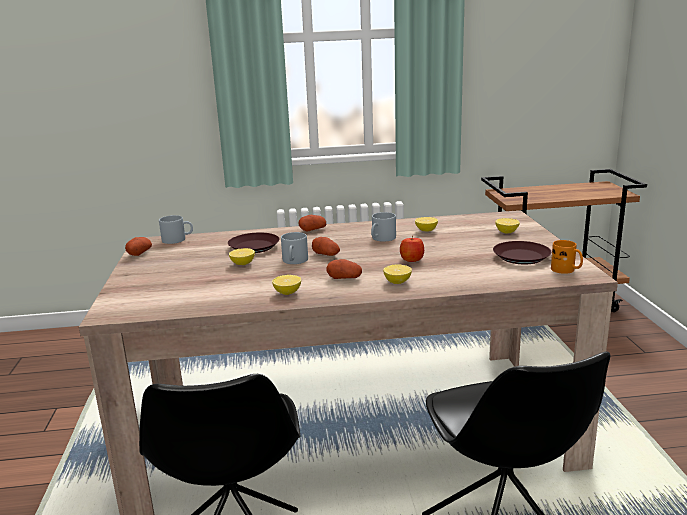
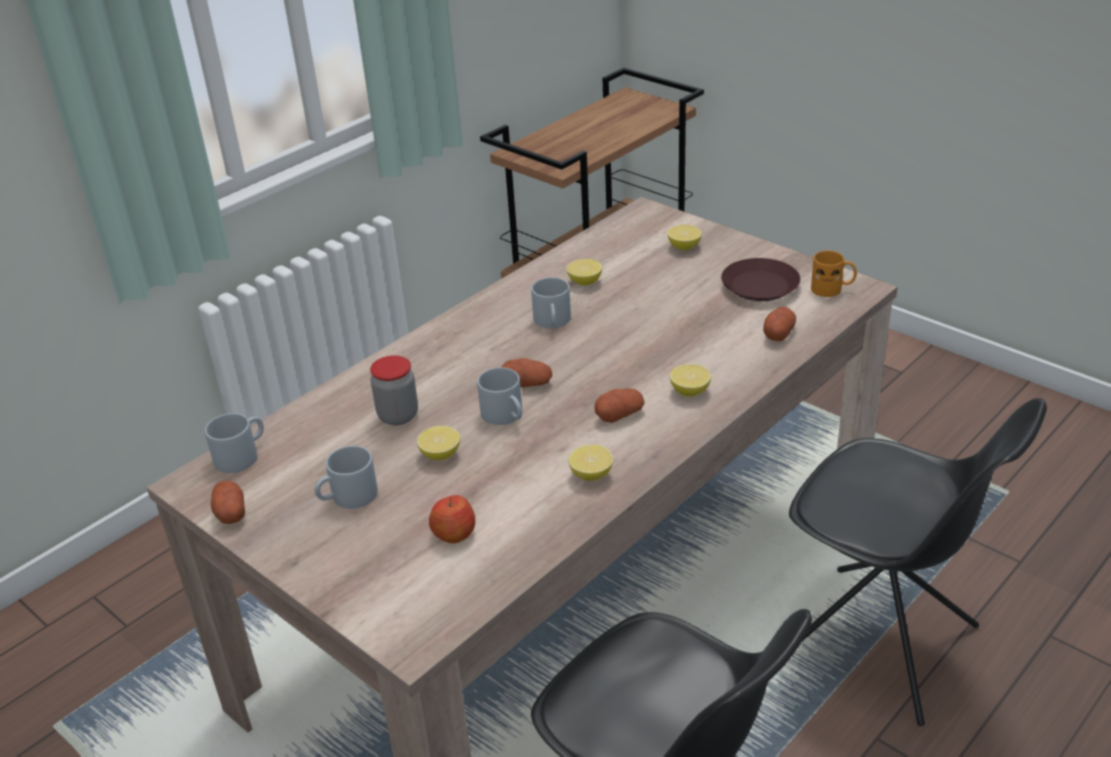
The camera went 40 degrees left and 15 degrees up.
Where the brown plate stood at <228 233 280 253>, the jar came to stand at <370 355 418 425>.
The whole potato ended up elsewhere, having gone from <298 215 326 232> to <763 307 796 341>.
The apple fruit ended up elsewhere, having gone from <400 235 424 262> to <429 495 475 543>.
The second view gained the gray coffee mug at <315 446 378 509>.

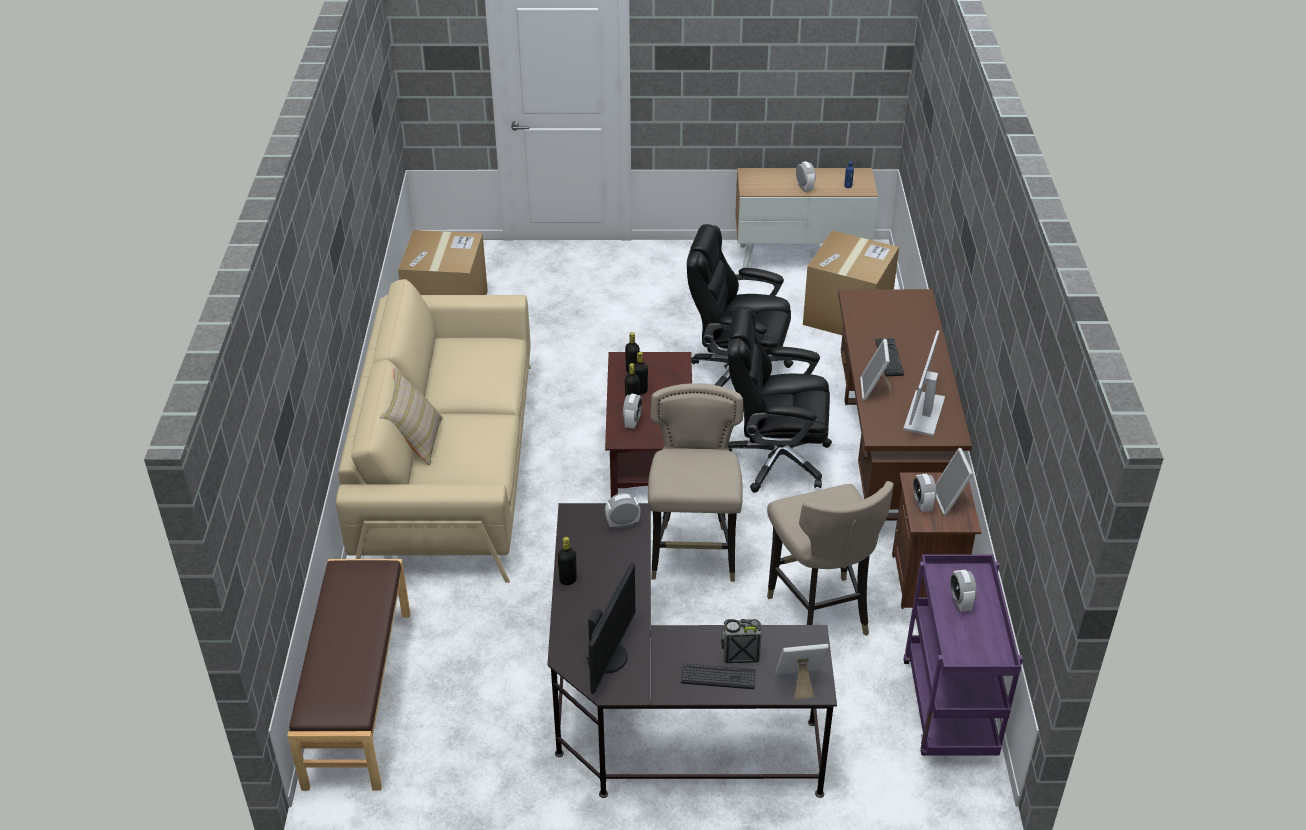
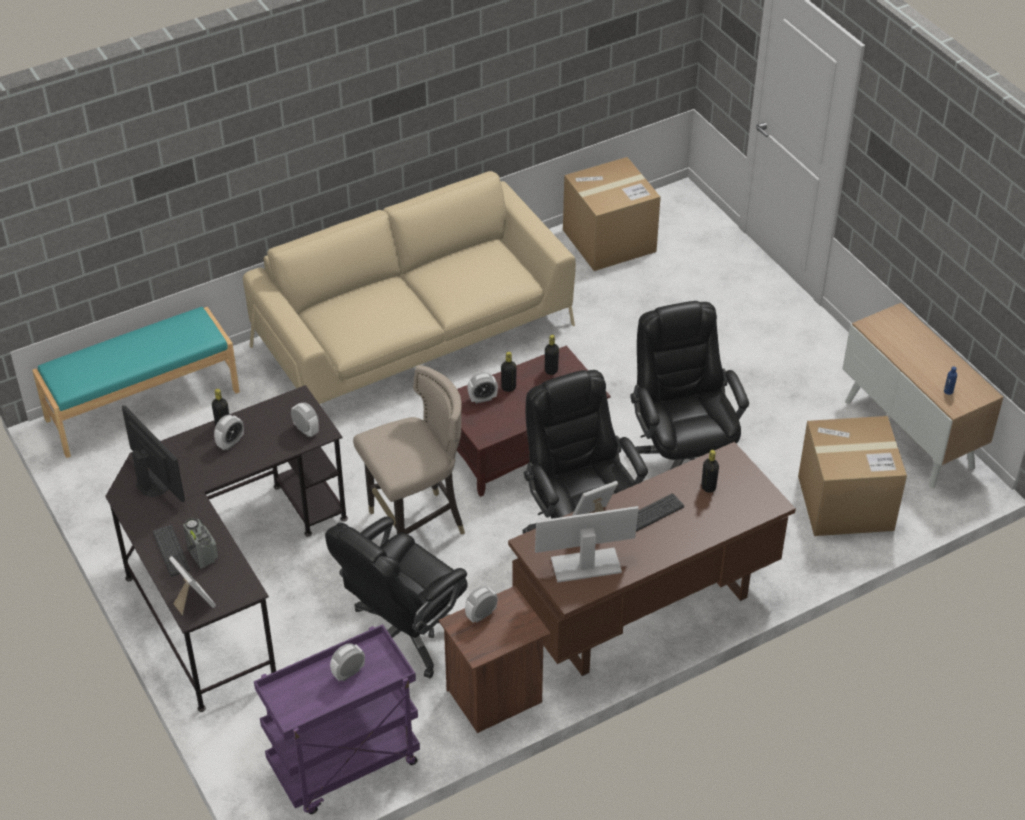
The camera went 60 degrees right and 5 degrees up.
What was the brown indoor bench at <287 559 410 791> turned into the turquoise indoor bench at <32 307 240 458>.
The second view lost the beige throw pillow at <380 368 443 465>.
The monitor at <587 563 635 694> ended up facing another way, 120 degrees counterclockwise from before.
The black-coloured beverage bottle ended up elsewhere, having gone from <634 352 648 395> to <701 450 719 493>.
Where the beige stool seat stood at <767 481 894 636>, the black-coloured desk chair came to stand at <325 516 468 678>.
The table clock ended up elsewhere, having gone from <796 161 816 192> to <214 415 244 450>.
The second view lost the standing frame at <936 448 973 516>.

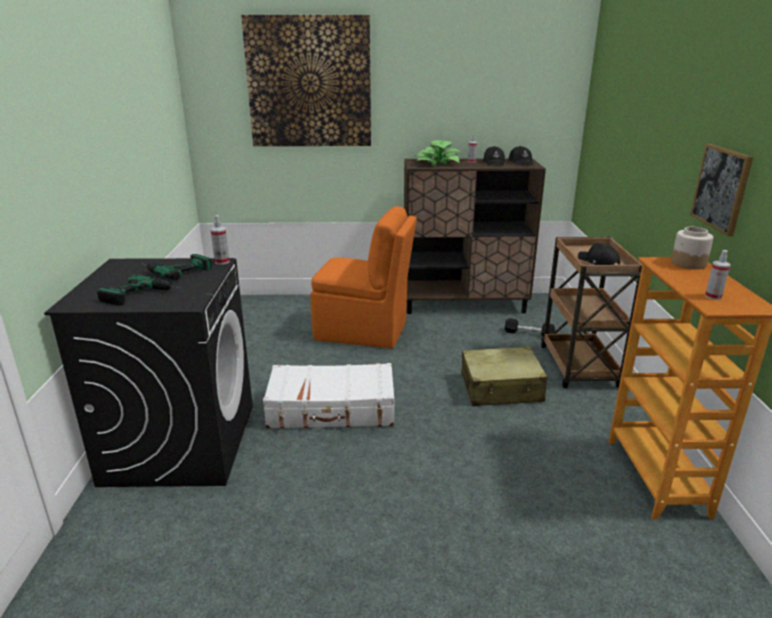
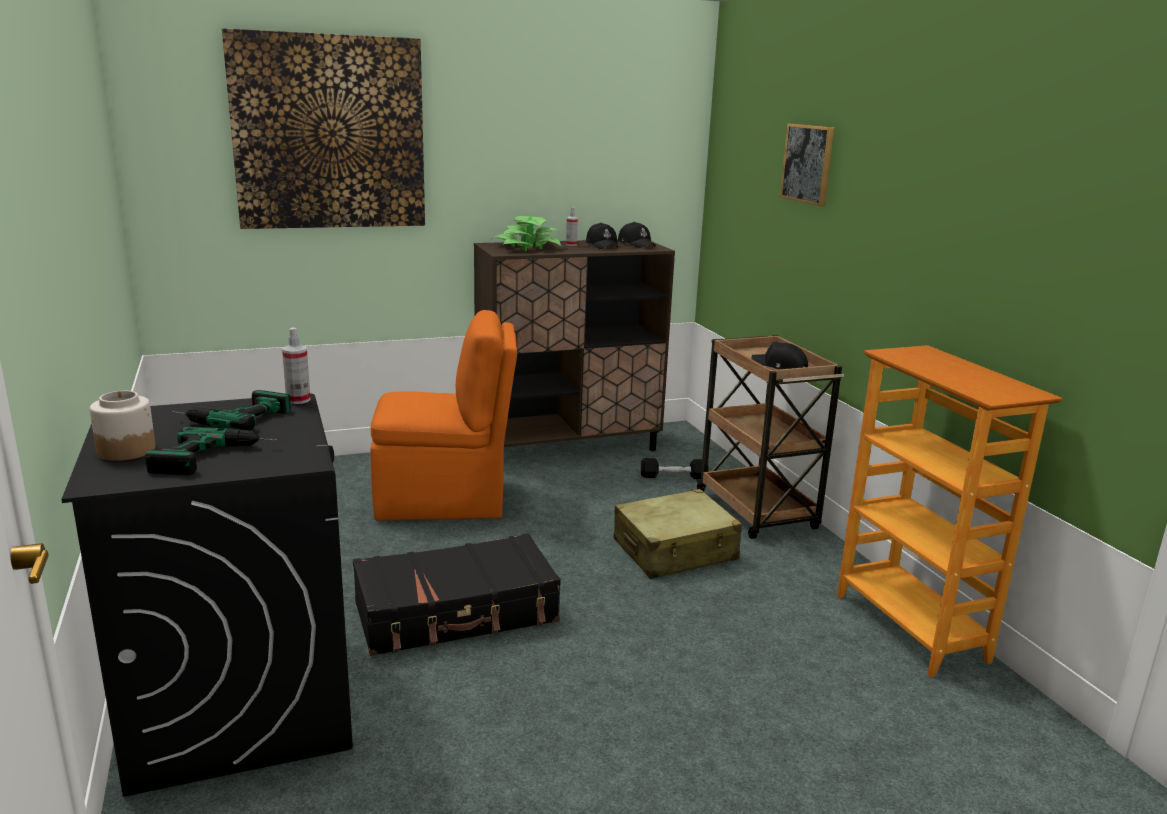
The camera went 20 degrees left and 5 degrees down.
What was the white travel case at <263 363 394 429> turned into the black-coloured travel case at <353 533 561 656>.
The jar ended up elsewhere, having gone from <671 227 714 269> to <90 391 156 461>.
The picture ended up elsewhere, having gone from <690 144 753 236> to <780 124 834 206>.
The second view lost the sprayer at <705 250 731 300>.

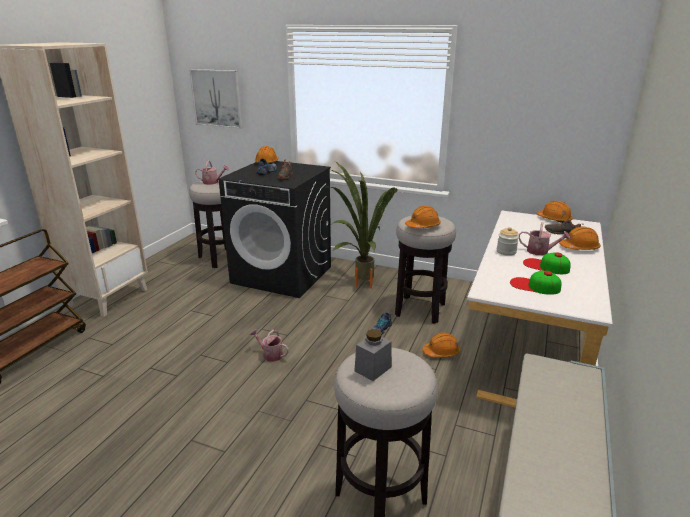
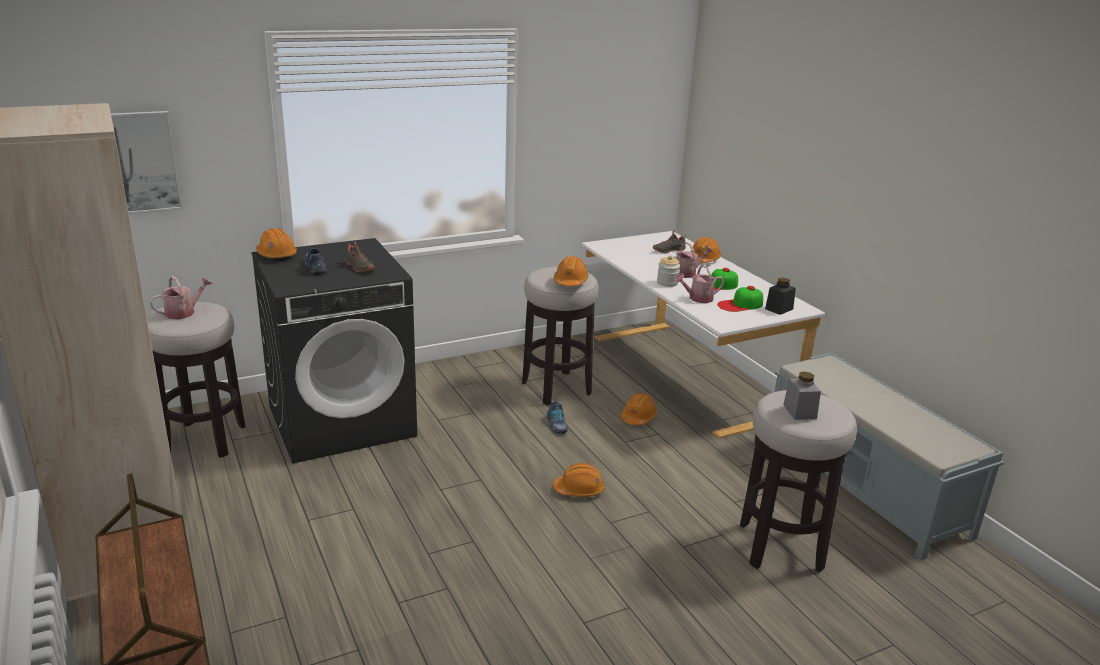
The camera went 50 degrees left and 0 degrees up.
The sprinkling can ended up elsewhere, having gone from <249 329 289 362> to <674 265 724 303>.
The second view lost the plant in a pot at <329 161 398 288>.
The orange safety helmet ended up elsewhere, having gone from <537 201 573 223> to <553 463 605 497>.
The second view gained the black-coloured jar at <765 278 796 315>.

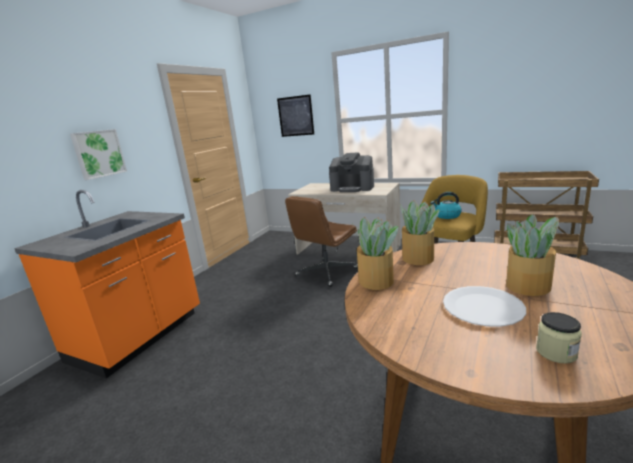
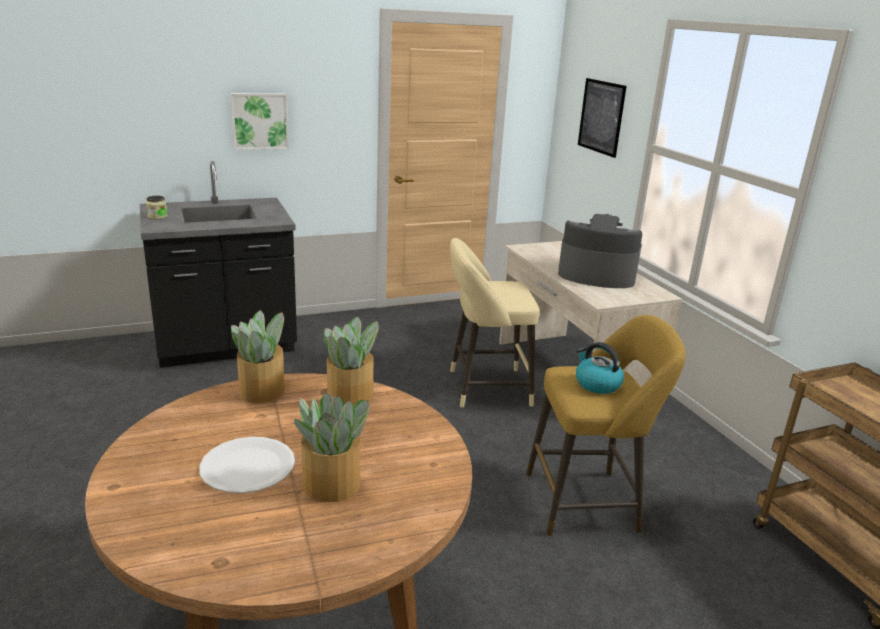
The camera went 40 degrees right and 5 degrees up.
What was the orange counter at <14 190 200 379> turned into the black-coloured counter at <140 161 297 368>.
Where the brown desk chair stood at <285 196 358 287>, the beige stool seat came to stand at <450 238 539 408>.
The coffee machine at <329 152 374 192> ended up facing another way, 135 degrees clockwise from before.
The jar ended up elsewhere, having gone from <536 312 582 364> to <146 196 168 220>.

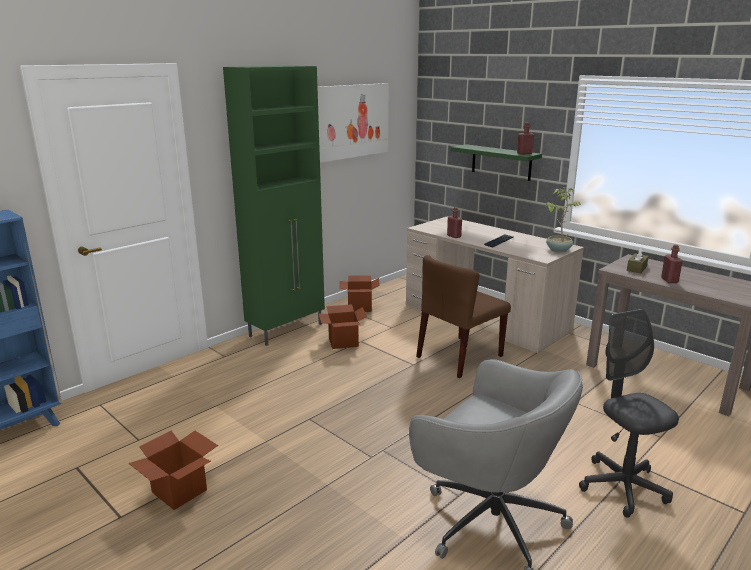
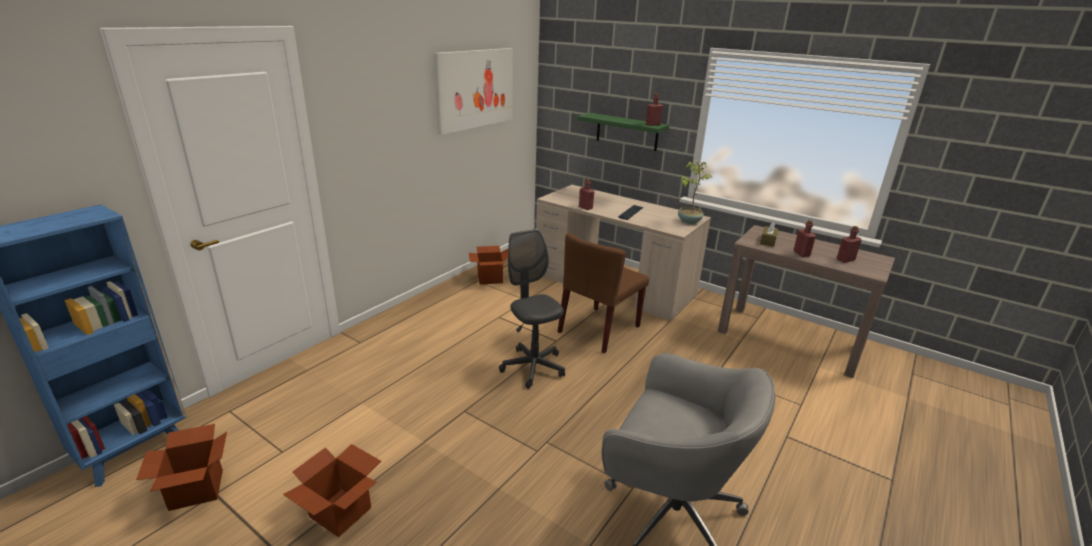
The camera went 10 degrees left and 5 degrees up.
The second view lost the greenish cabinet at <223 66 325 346>.
The cardboard box ended up elsewhere, having gone from <319 304 367 349> to <136 424 227 511>.
The gray desk chair ended up elsewhere, having gone from <579 309 679 518> to <499 229 565 389>.
The second view gained the red-coloured beverage bottle at <837 226 862 263>.

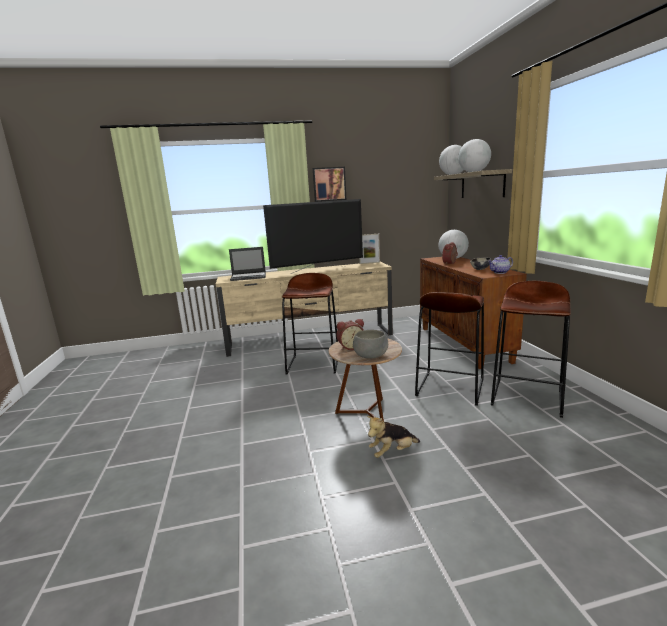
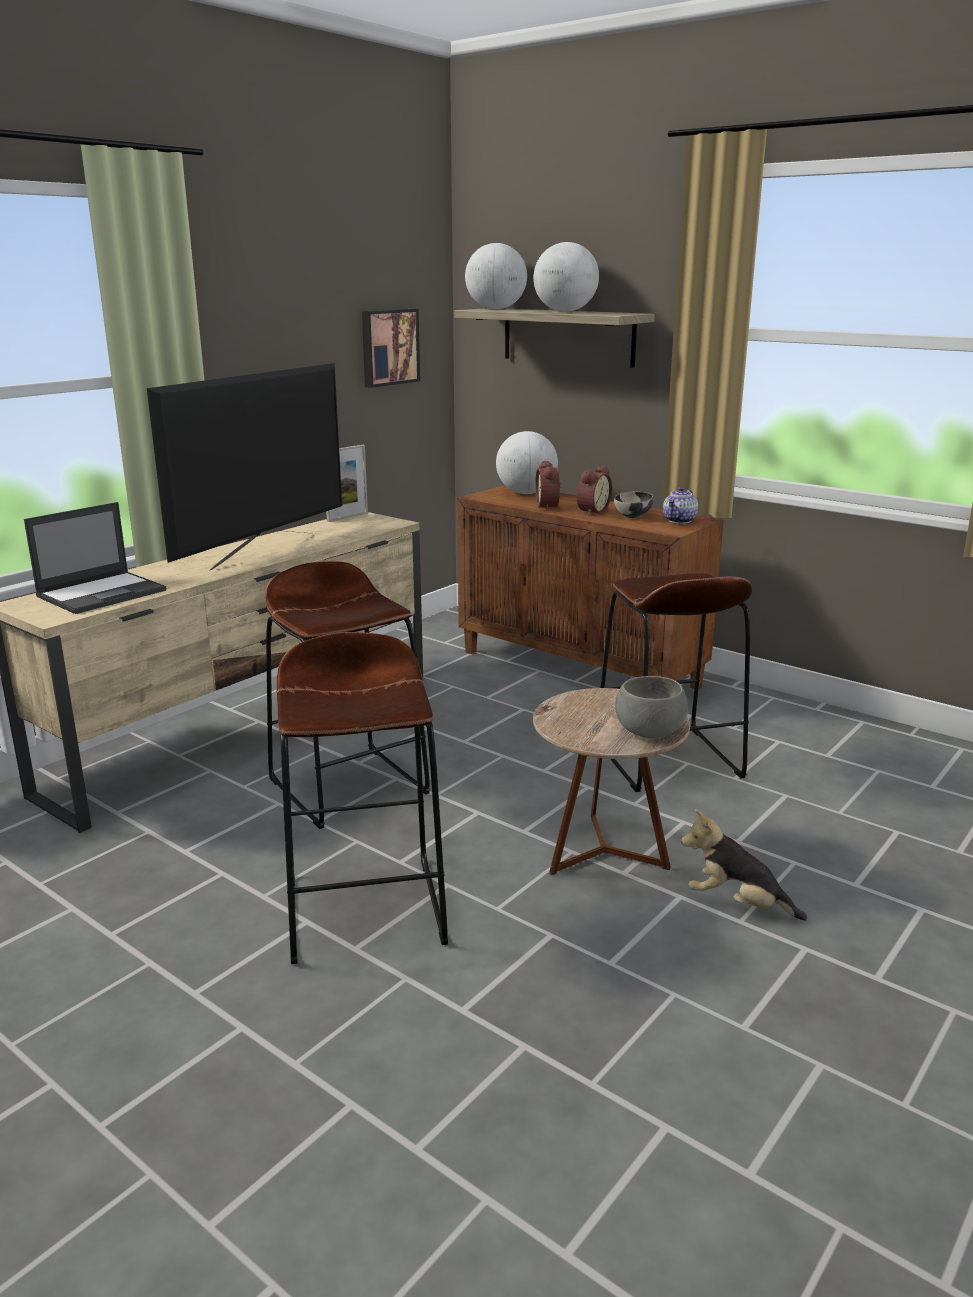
The camera went 40 degrees left and 5 degrees up.
The picture ended up elsewhere, having gone from <313 167 346 202> to <362 309 420 388>.
The table clock ended up elsewhere, having gone from <336 319 364 350> to <576 465 612 515>.
The cuddly toy at <367 416 420 458> ended up facing another way, 90 degrees clockwise from before.
The brown stool seat ended up elsewhere, having gone from <491 281 571 418> to <276 632 448 964>.

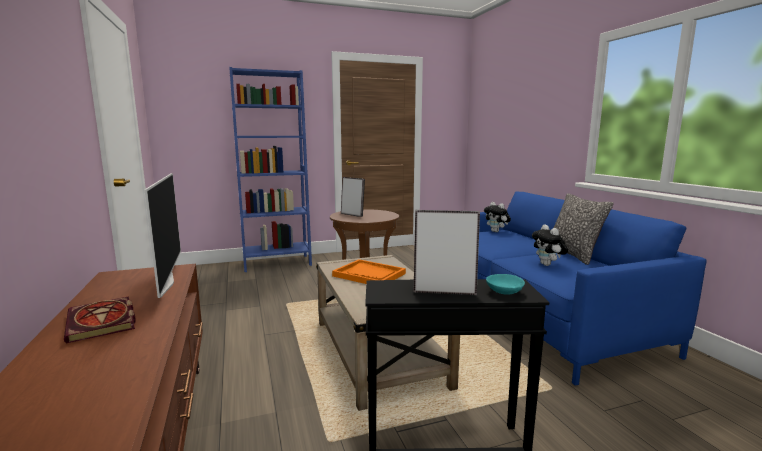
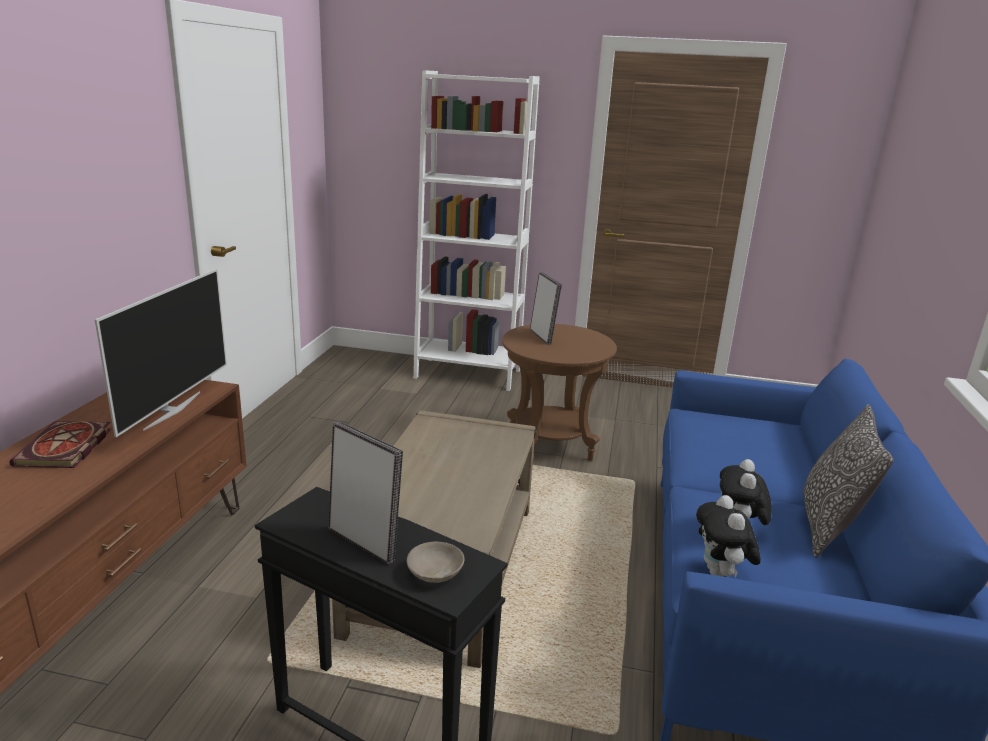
The camera went 30 degrees right and 10 degrees up.
What was the blue-coloured bookshelf at <229 67 312 272> turned into the white bookshelf at <413 70 540 391>.
The second view lost the orange tray at <332 259 406 284>.
The cuddly toy ended up elsewhere, having gone from <484 202 511 232> to <696 495 761 577>.
What was the turquoise deep dish at <486 274 525 295> turned into the beige deep dish at <407 542 464 583>.

